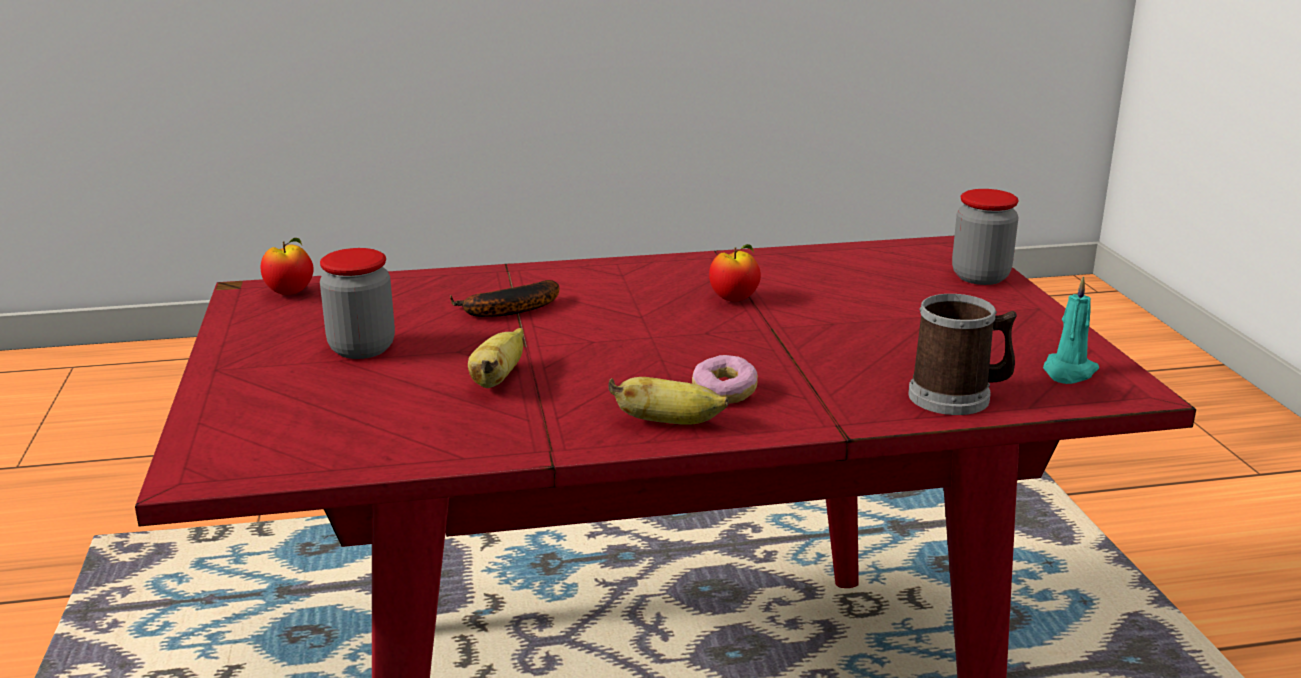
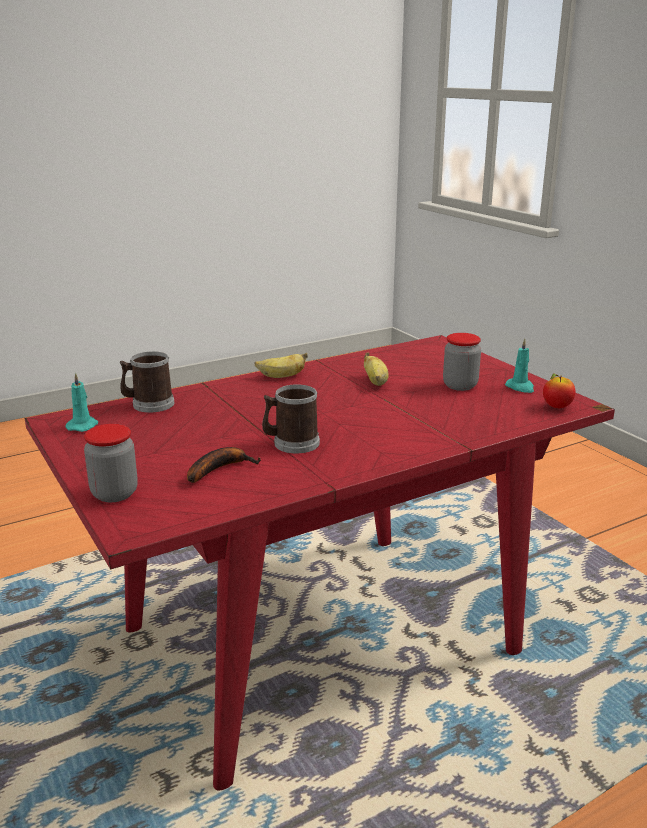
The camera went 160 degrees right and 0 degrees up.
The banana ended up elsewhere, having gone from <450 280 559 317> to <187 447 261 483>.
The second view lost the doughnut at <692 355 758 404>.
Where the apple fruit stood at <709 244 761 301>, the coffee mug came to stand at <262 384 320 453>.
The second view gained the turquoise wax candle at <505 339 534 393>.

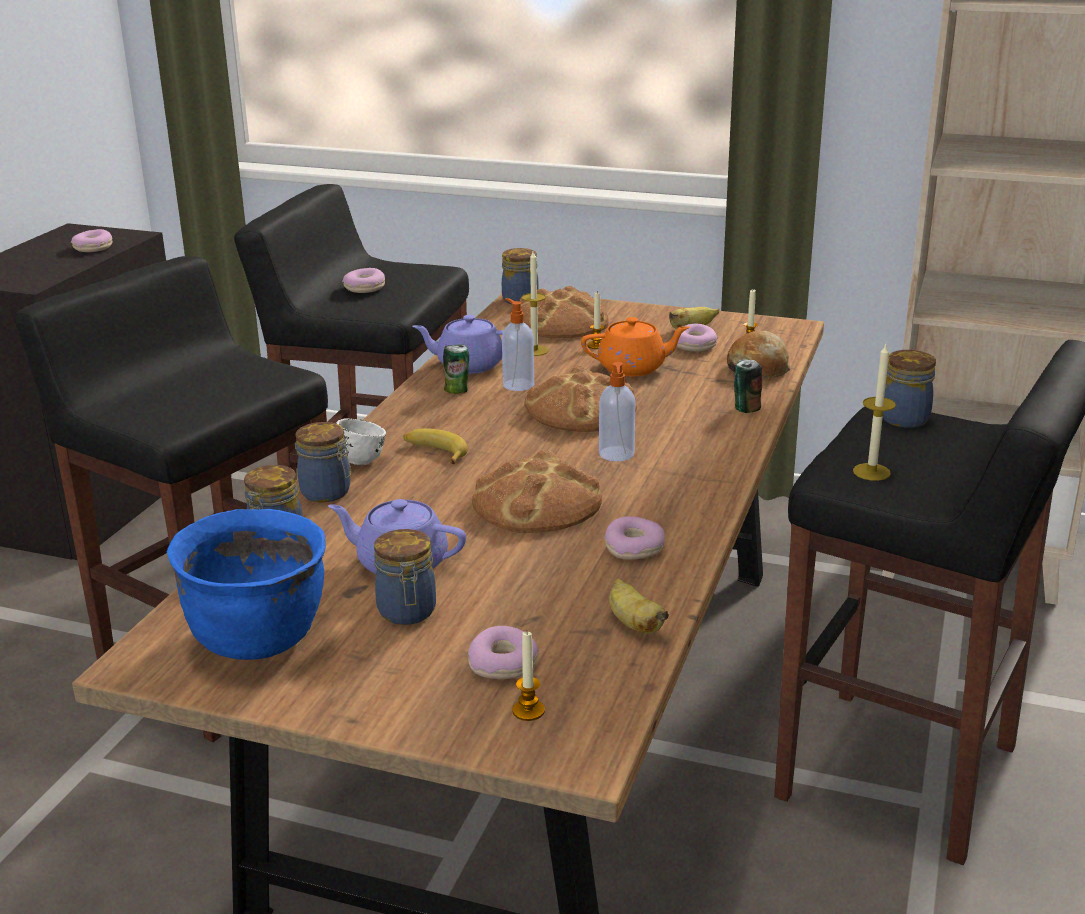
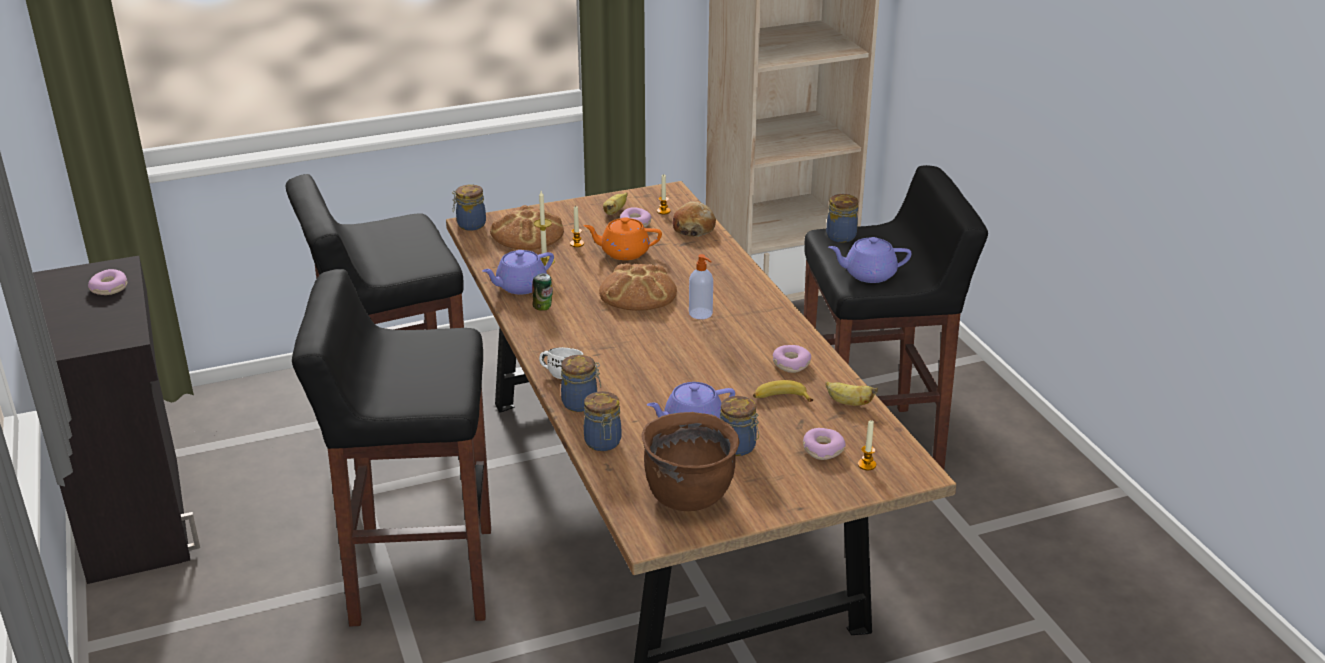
The camera went 40 degrees left and 5 degrees up.
What was the blue-coloured saucepot at <167 509 326 660> turned into the brown saucepot at <641 412 740 511>.
The second view lost the doughnut at <342 268 385 293>.
The banana ended up elsewhere, having gone from <404 428 468 464> to <753 380 813 402>.
The second view lost the bakery bread at <472 450 602 533>.
The second view lost the liquid soap bottle at <502 298 534 391>.
The orange pot for tea at <581 317 690 377> ended up facing another way, 135 degrees counterclockwise from before.
The second view lost the can at <734 359 762 413>.
Where the wax candle stood at <853 344 896 481>, the purple pot for tea came to stand at <829 237 912 283>.

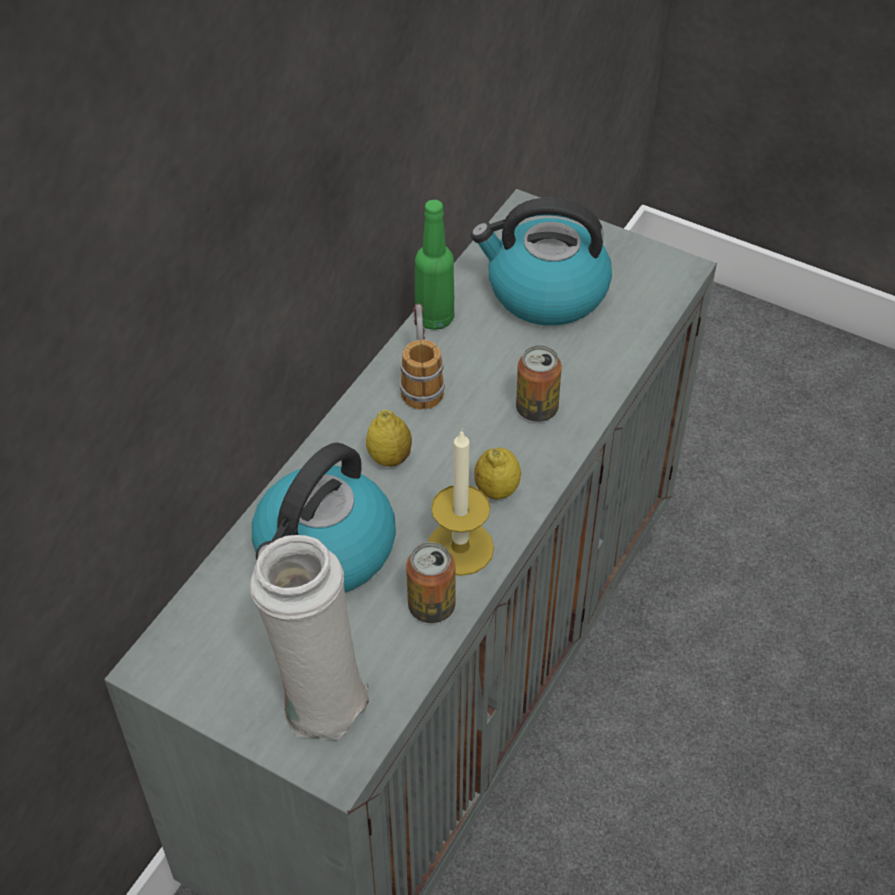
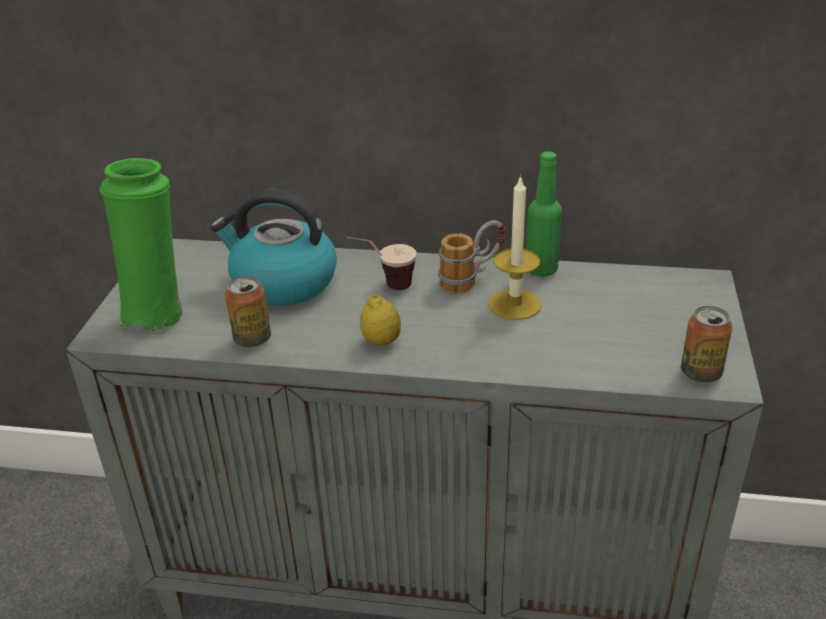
The camera went 70 degrees right and 15 degrees down.
What was the white flower vase at <250 535 371 740> turned into the greenish flower vase at <99 158 182 331>.
Where the lemon stood at <366 410 412 467>, the cup came to stand at <347 237 416 290>.
The wax candle ended up elsewhere, having gone from <428 430 494 576> to <488 175 542 320>.
The second view lost the tea kettle at <471 198 612 326>.
The can ended up elsewhere, having gone from <516 345 562 422> to <681 306 732 383>.

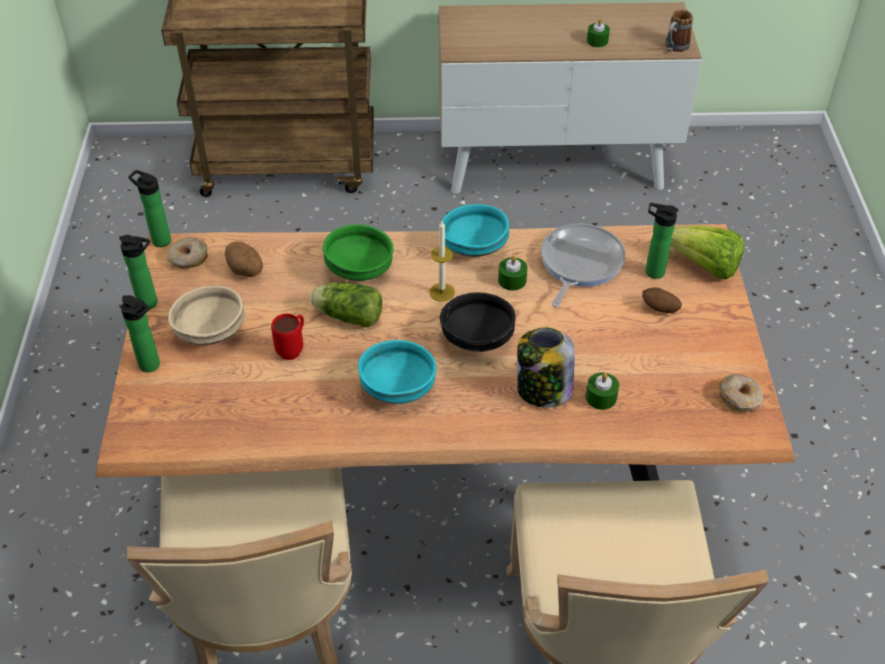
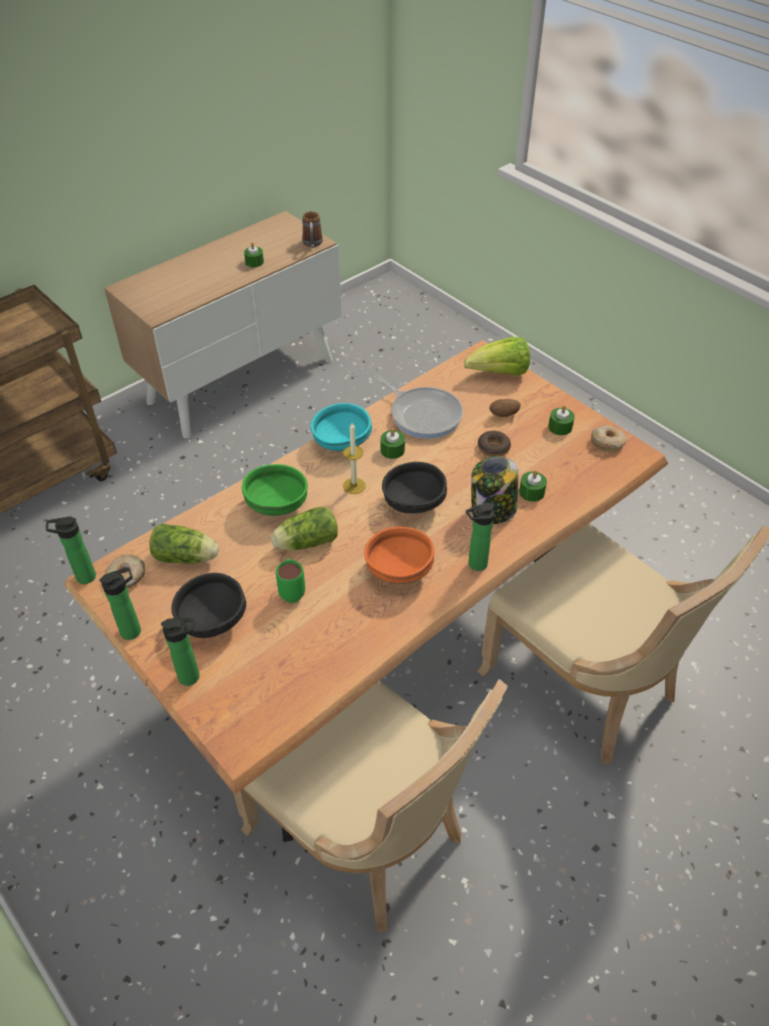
The camera went 40 degrees left and 0 degrees up.
What was the beige deep dish at <168 286 245 345> turned into the black-coloured deep dish at <171 573 246 638>.
Where the whole potato stood at <225 242 263 277>, the lettuce head came to stand at <150 524 219 564>.
What was the red-coloured coffee mug at <271 313 304 360> turned into the greenish coffee mug at <276 558 305 603>.
What was the turquoise deep dish at <358 340 436 404> turned into the orange deep dish at <364 527 434 584>.
The pan at <541 224 625 307> ended up facing another way, 150 degrees clockwise from before.
The beverage bottle ended up elsewhere, having gone from <645 203 679 279> to <466 503 494 571>.
The second view gained the doughnut at <478 431 511 457>.
The second view gained the greenish wax candle at <548 405 575 435>.

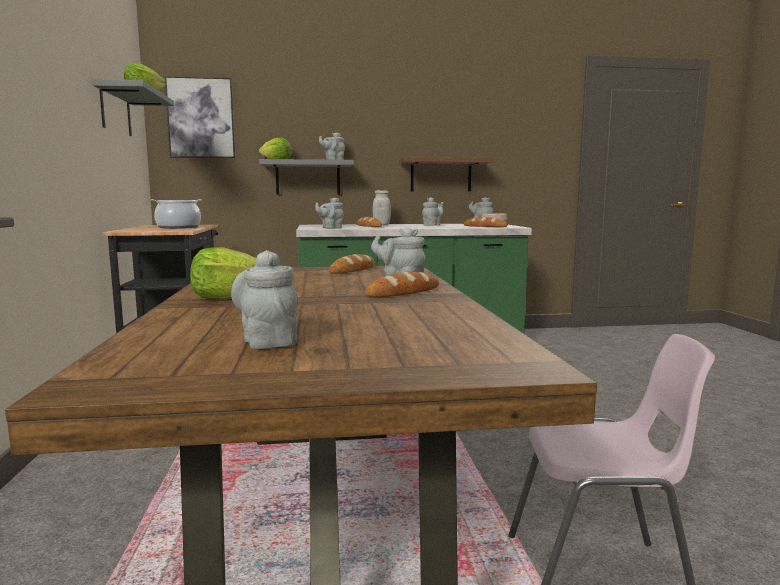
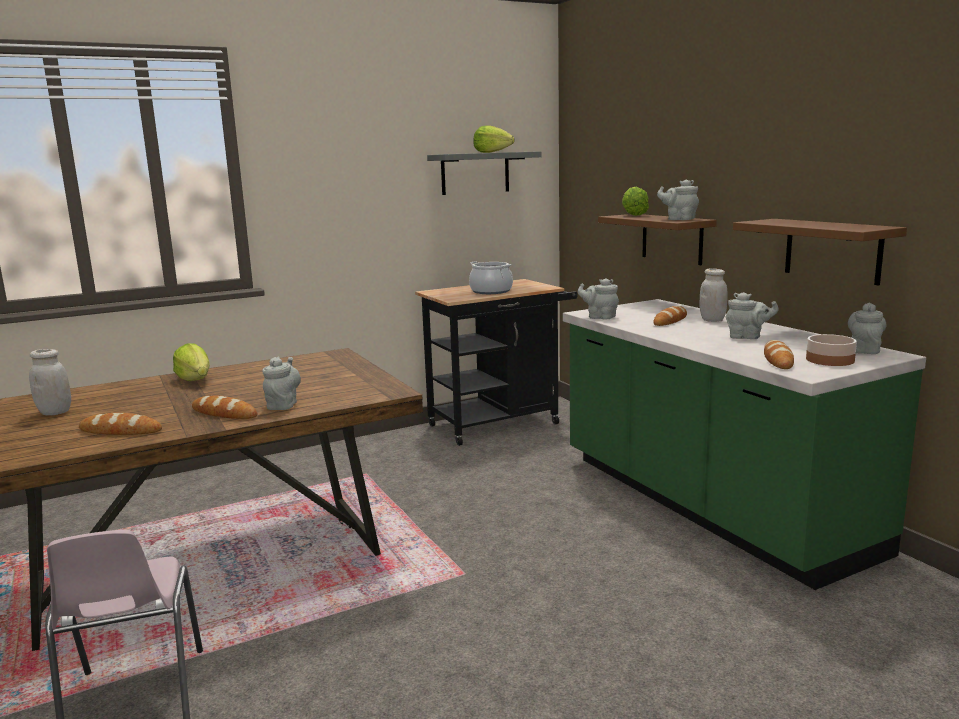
The camera went 70 degrees right and 5 degrees up.
The second view lost the picture at <165 76 235 158>.
Where the gray pot for tea stood at <231 250 298 349>, the white jar came to stand at <29 349 71 415>.
What was the gray shelf at <259 159 354 195> turned into the brown shelf at <598 214 717 265>.
The bakery bread ended up elsewhere, having gone from <329 254 375 274> to <79 413 162 435>.

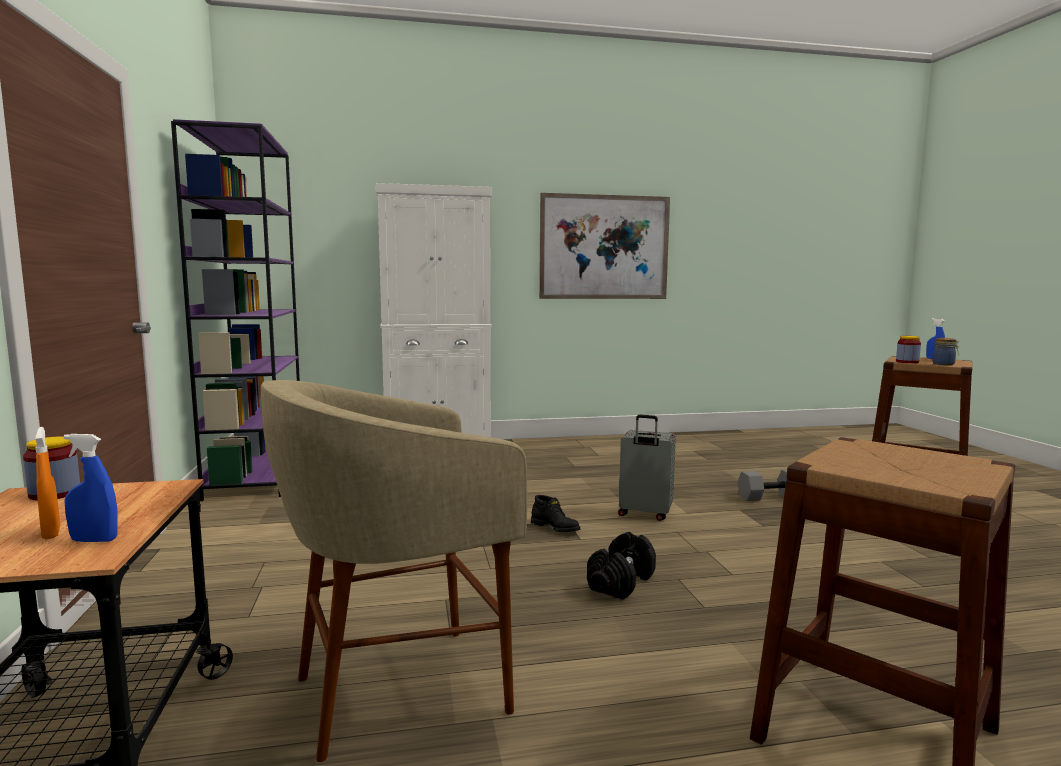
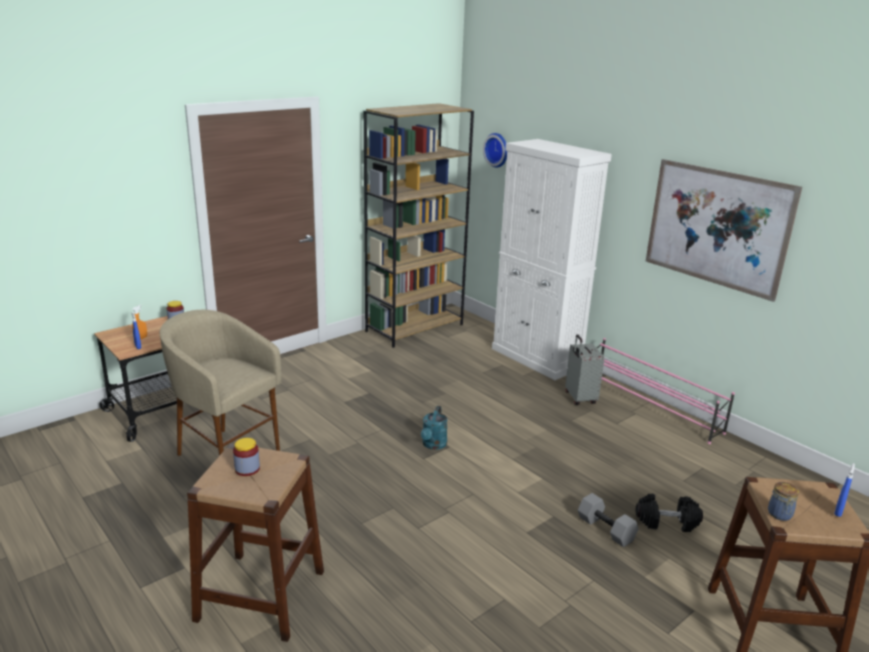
The camera went 60 degrees right and 15 degrees up.
What was the purple bookshelf at <171 119 300 501> turned into the brown bookshelf at <364 103 474 348>.
Where the black-coloured boot stood at <531 495 580 532>, the turquoise sprinkling can came to stand at <421 406 448 450>.
The black-coloured dumbbell ended up elsewhere, having gone from <587 532 656 600> to <636 493 703 532>.
The gray travel case ended up elsewhere, having gone from <618 415 676 521> to <565 334 604 405>.
The jar ended up elsewhere, having gone from <896 336 921 363> to <233 438 260 476>.
The second view gained the wall clock at <483 133 507 168>.
The second view gained the pink shoe shelf at <597 338 735 444>.

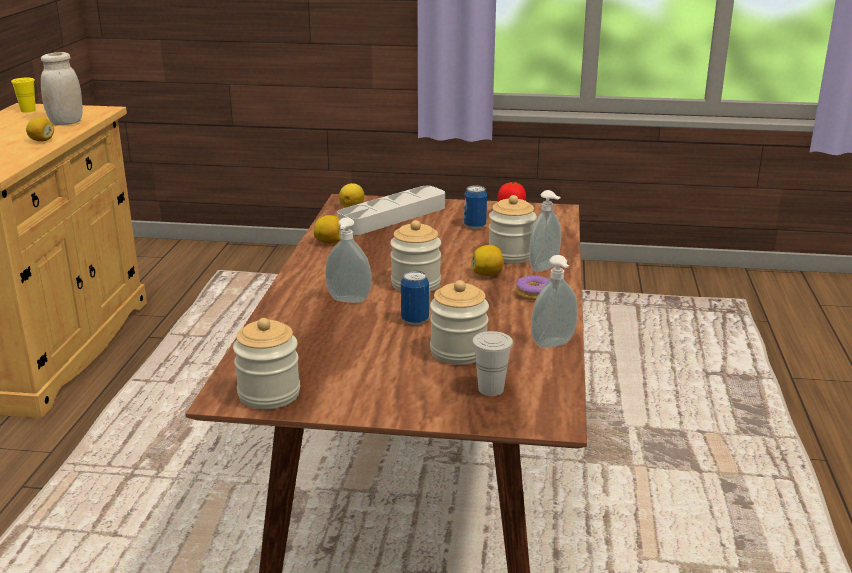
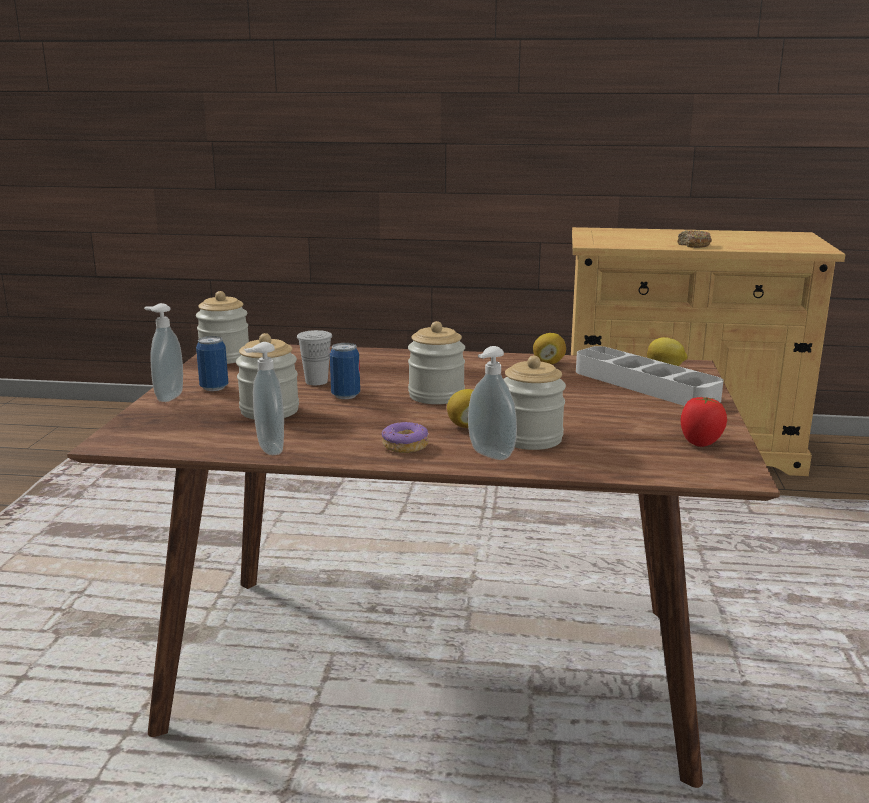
The camera went 90 degrees right and 5 degrees down.
The second view lost the yellow-coloured cup at <11 78 36 113>.
Where the lemon stood at <26 117 54 142>, the doughnut came to stand at <677 230 712 248>.
The second view lost the white jar at <41 52 83 125>.
The liquid soap bottle ended up elsewhere, having gone from <325 217 372 303> to <144 303 183 402>.
The can ended up elsewhere, having gone from <464 185 487 229> to <196 336 228 391>.
The white cup ended up elsewhere, having gone from <472 331 513 396> to <297 330 332 385>.

